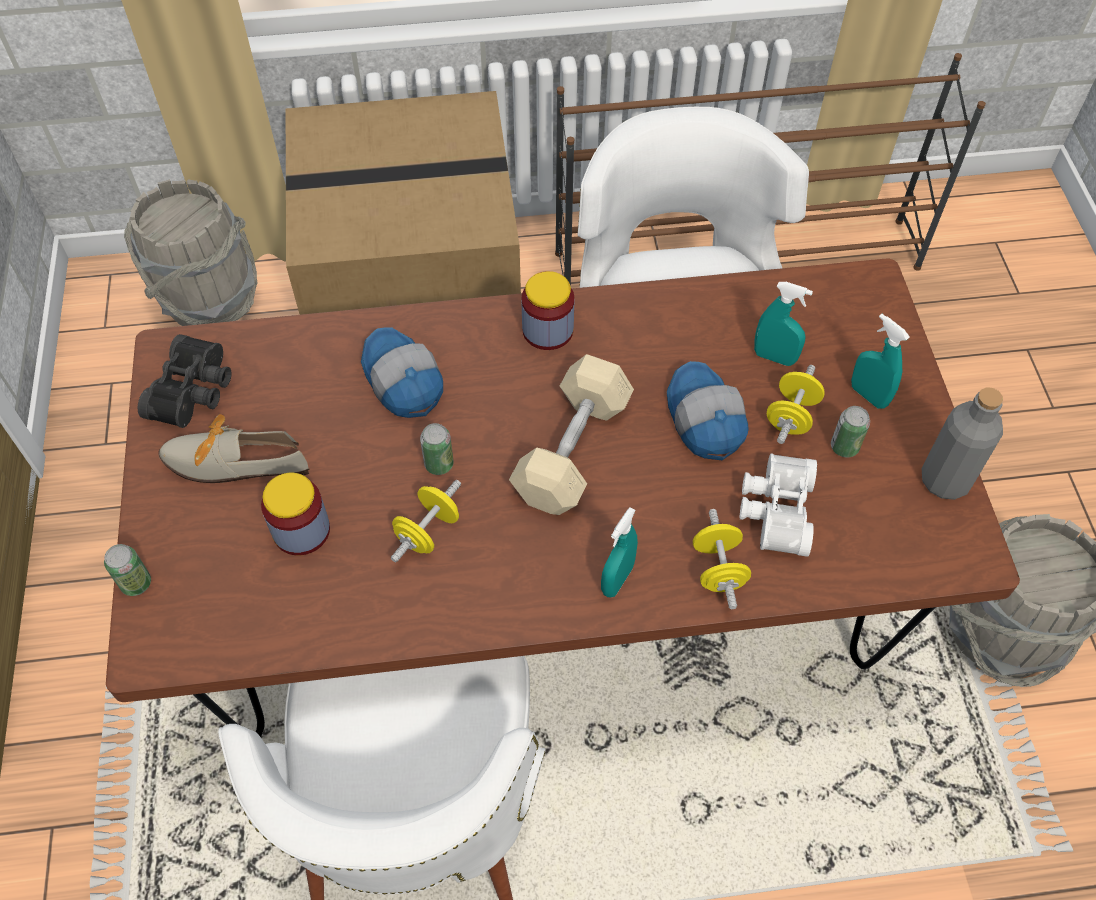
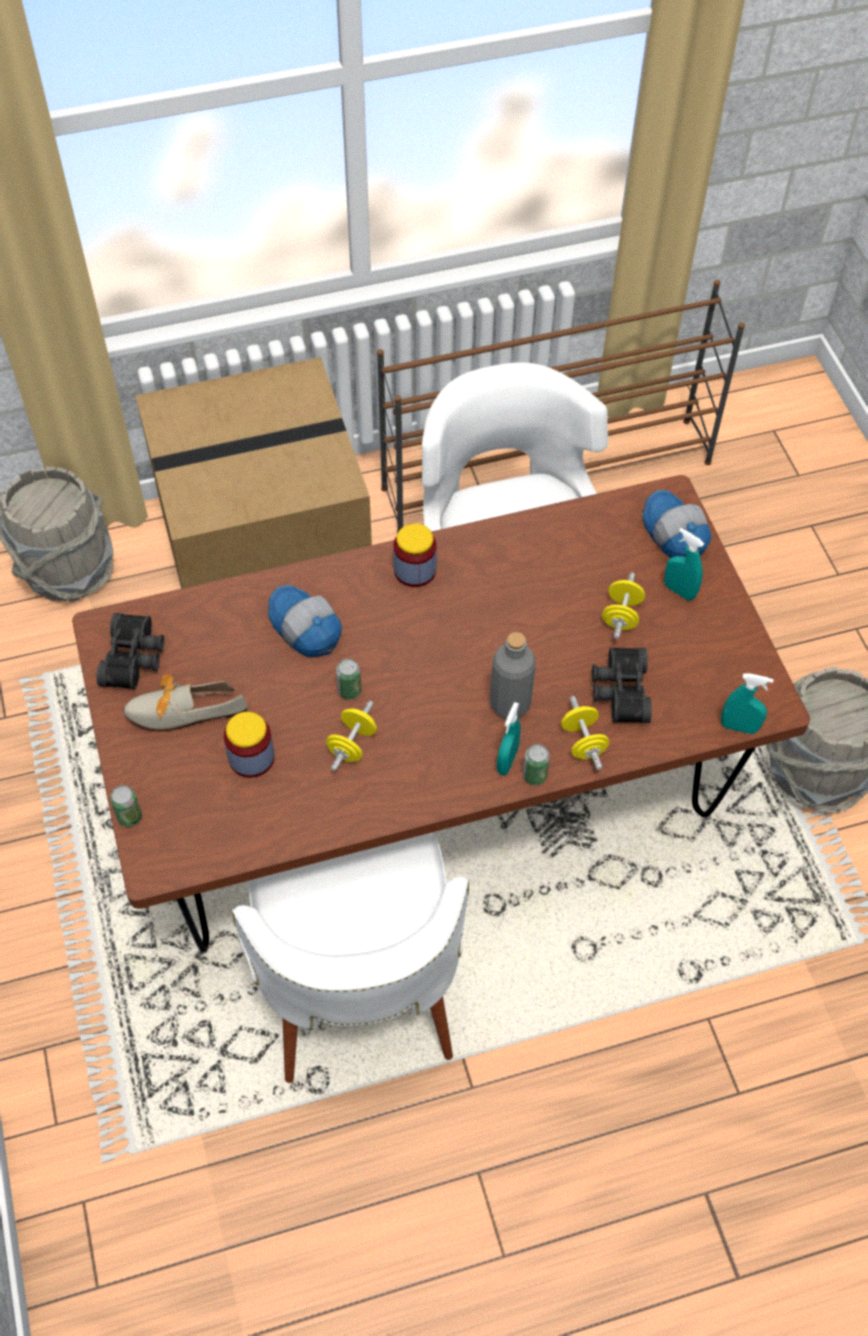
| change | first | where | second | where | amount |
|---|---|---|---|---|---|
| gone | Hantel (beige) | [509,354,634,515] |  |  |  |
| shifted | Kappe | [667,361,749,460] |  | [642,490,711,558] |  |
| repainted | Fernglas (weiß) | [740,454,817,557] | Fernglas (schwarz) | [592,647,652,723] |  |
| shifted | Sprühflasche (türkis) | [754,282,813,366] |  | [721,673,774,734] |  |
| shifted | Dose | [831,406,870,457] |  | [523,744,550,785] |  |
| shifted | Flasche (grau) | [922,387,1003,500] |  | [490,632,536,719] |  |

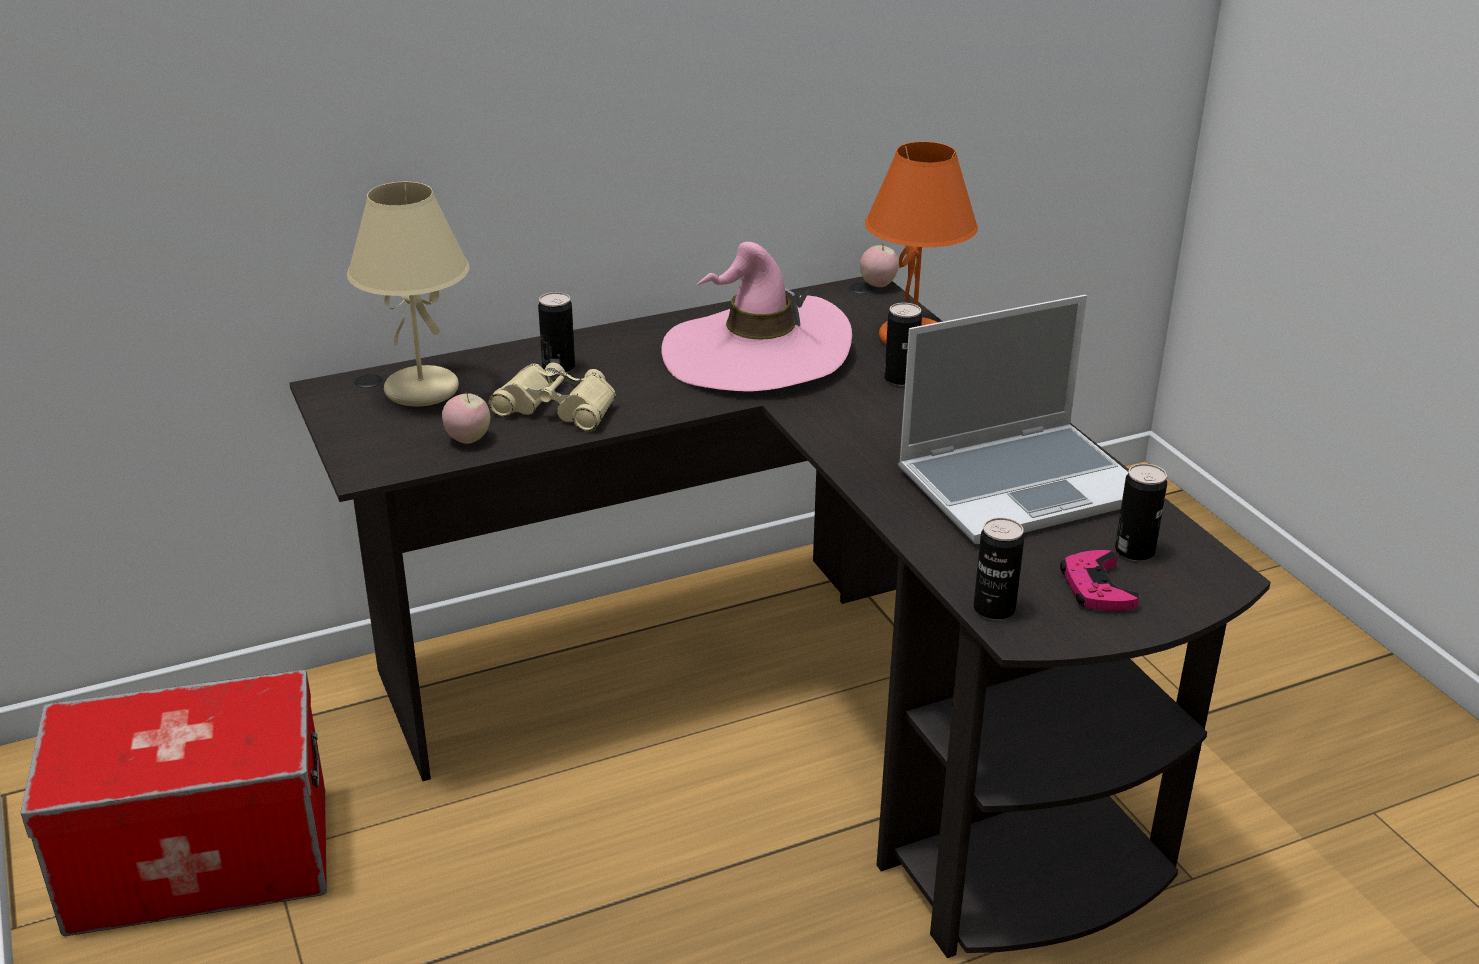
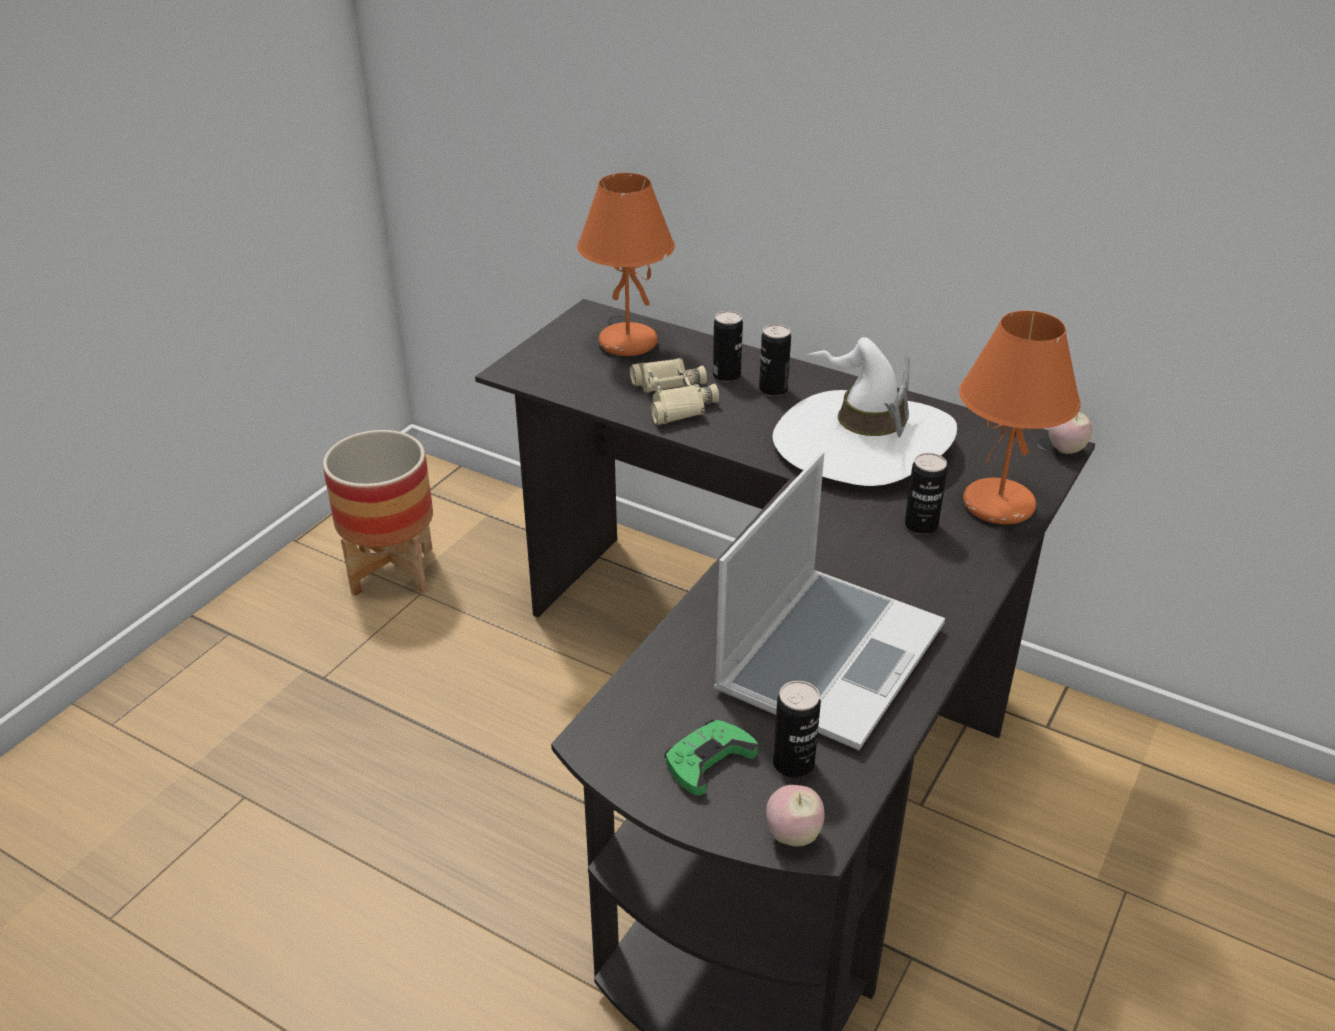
| change | first | where | second | where | amount |
|---|---|---|---|---|---|
| swapped | Aufbewahrungsbox | [20,670,327,936] | Pflanzkübel | [323,430,433,596] |  |
| repainted | Tischlampe (beige) | [347,182,470,407] | Tischlampe (orange) | [577,173,675,356] |  |
| shifted | Apfel | [442,392,490,444] |  | [766,785,824,846] |  |
| repainted | Hut (rosa) | [661,242,852,392] | Hut (weiß) | [773,337,957,486] |  |
| rotated | Laptop | [898,295,1128,544] |  | [714,452,945,750] | 90 degrees counterclockwise |
| shifted | Dose | [974,518,1024,620] |  | [759,324,791,396] |  |
| repainted | Gamepad (rosa) | [1060,550,1139,611] | Gamepad (grün) | [664,720,758,795] |  |

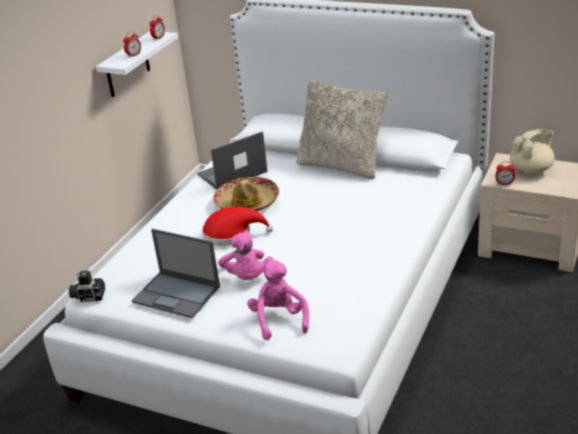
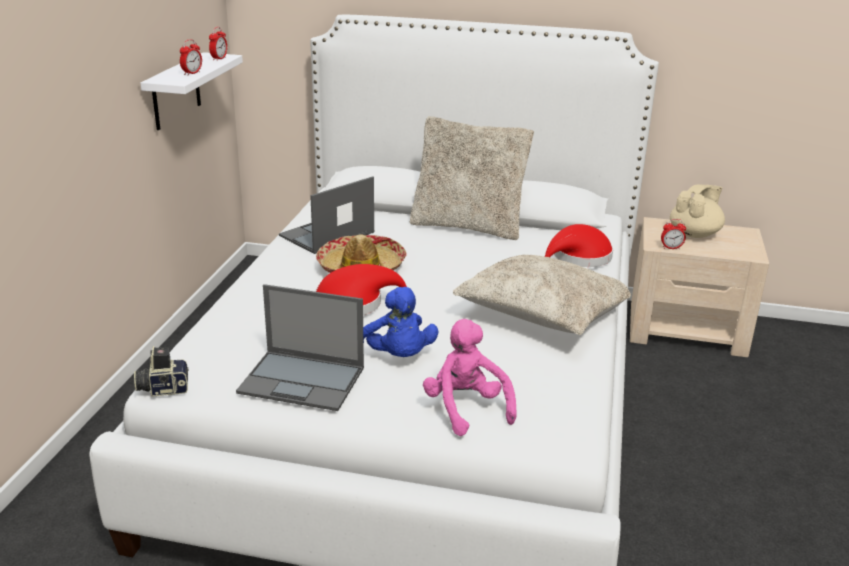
| change | first | where | second | where | amount |
|---|---|---|---|---|---|
| repainted | Plüschtier (rosa) | [218,232,274,280] | Plüschtier (blau) | [363,287,439,357] |  |
| new |  |  | Kissen (beige) | [453,254,631,335] |  |
| new |  |  | Hut (rot) | [545,224,613,267] |  |

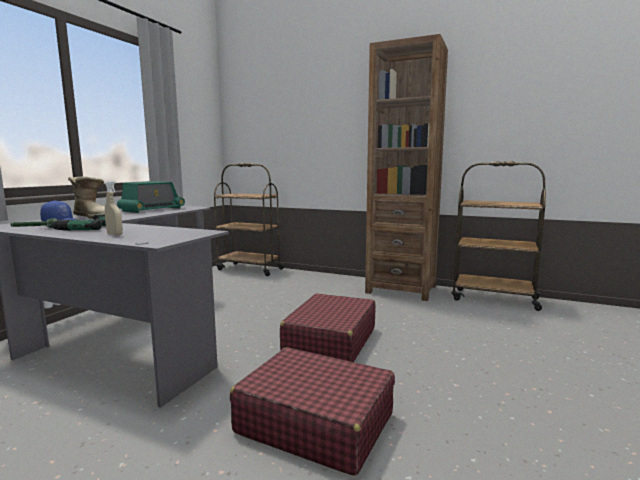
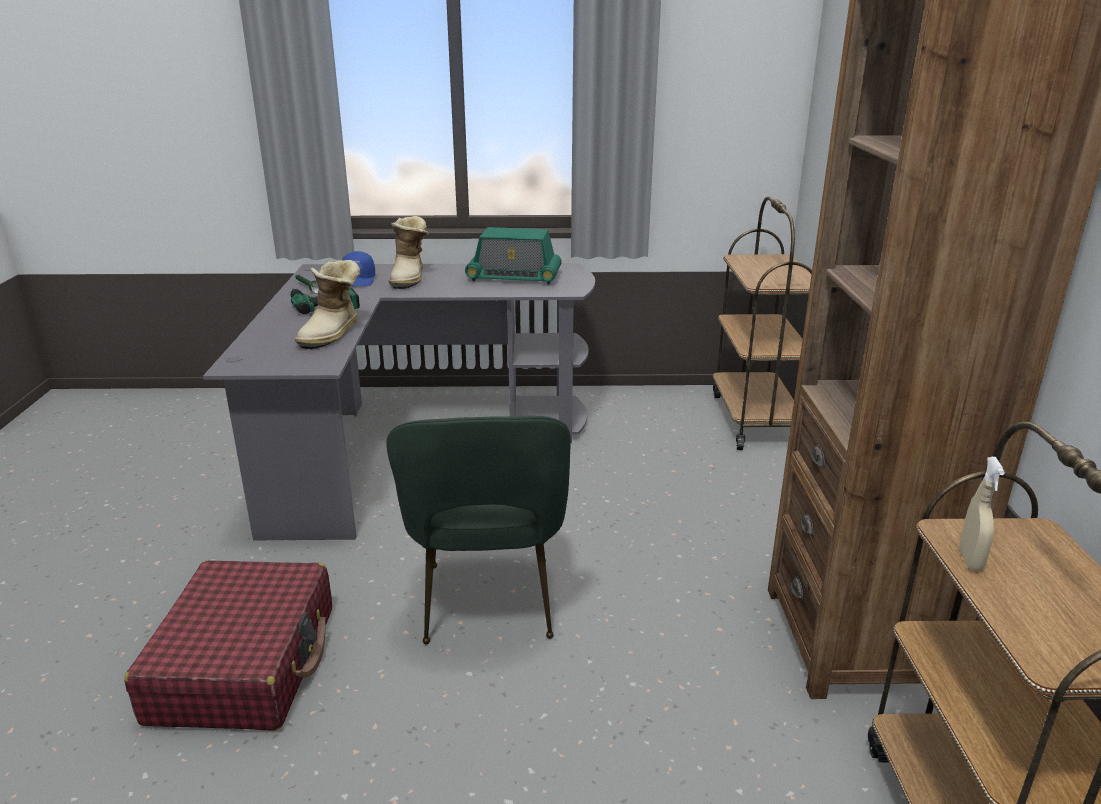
| change | first | where | second | where | amount |
|---|---|---|---|---|---|
| shifted | Sprühflasche (beige) | [105,181,123,236] |  | [959,457,1005,571] |  |
| swapped | Koffer (rot) | [280,293,376,362] | Stuhl (grün) | [386,416,571,645] |  |
| new |  |  | Stiefel | [295,260,360,349] |  |

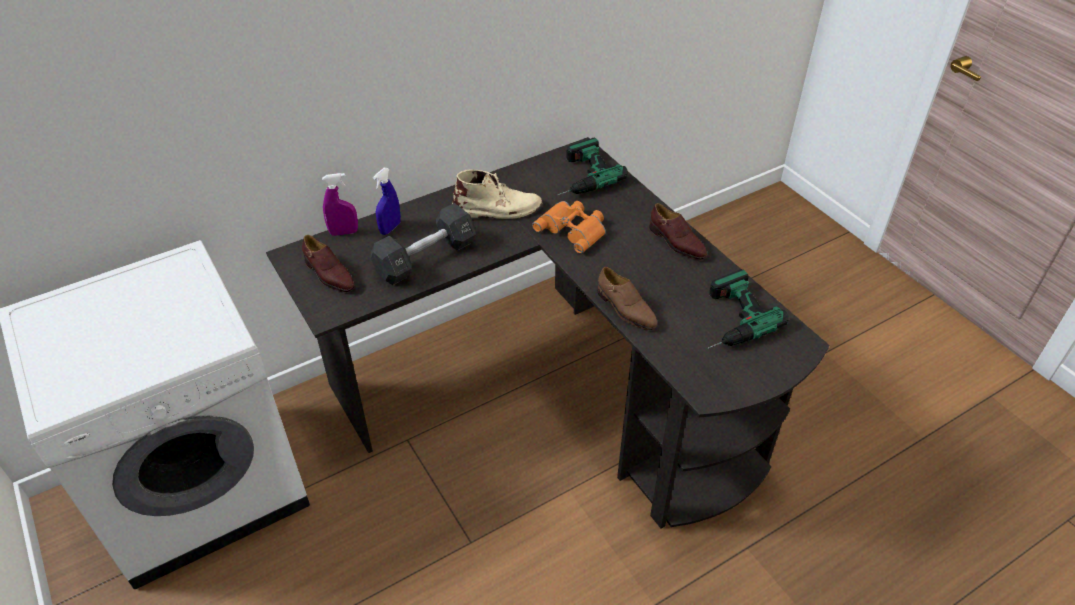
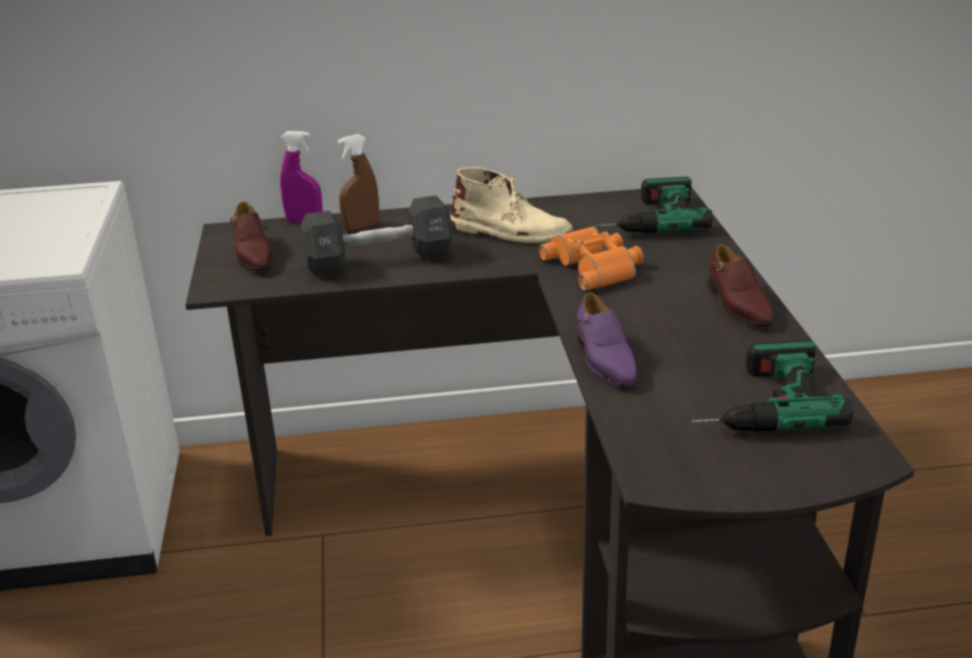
| change | first | where | second | where | amount |
|---|---|---|---|---|---|
| repainted | Sprühflasche (blau) | [373,168,401,235] | Sprühflasche (braun) | [338,134,379,231] |  |
| repainted | Schuh (braun) | [598,267,658,330] | Schuh (lila) | [577,293,637,387] |  |

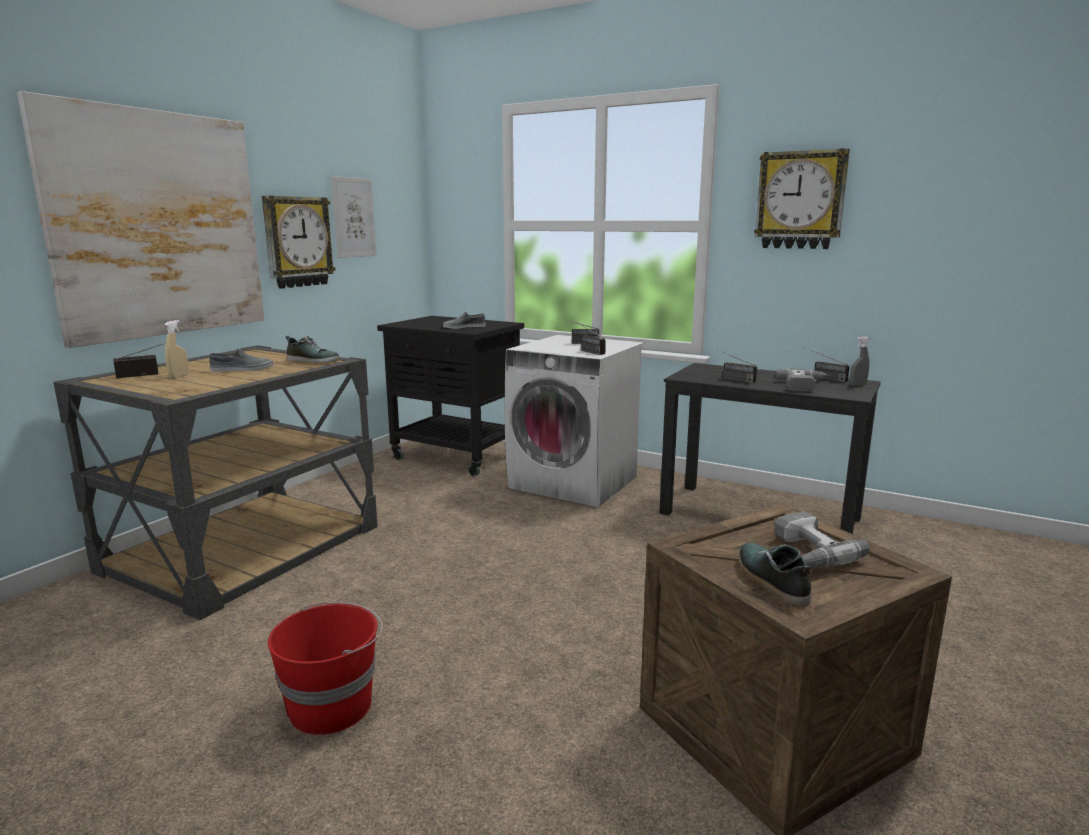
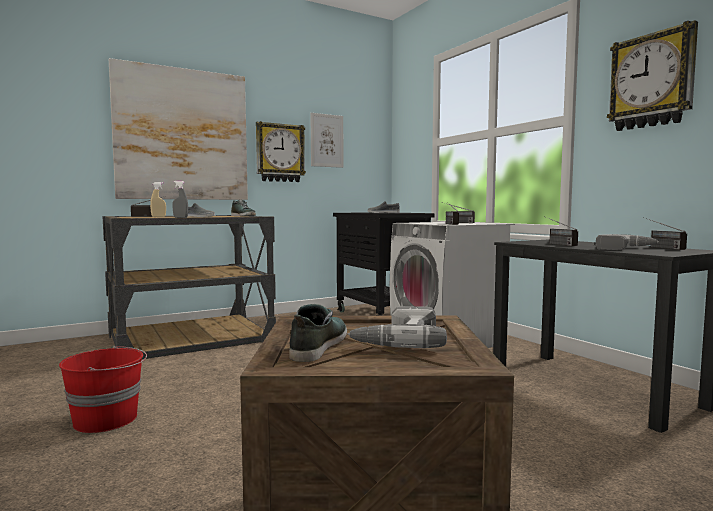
| change | first | where | second | where | amount |
|---|---|---|---|---|---|
| shifted | Sprühflasche (grau) | [850,337,869,386] |  | [172,181,188,218] |  |

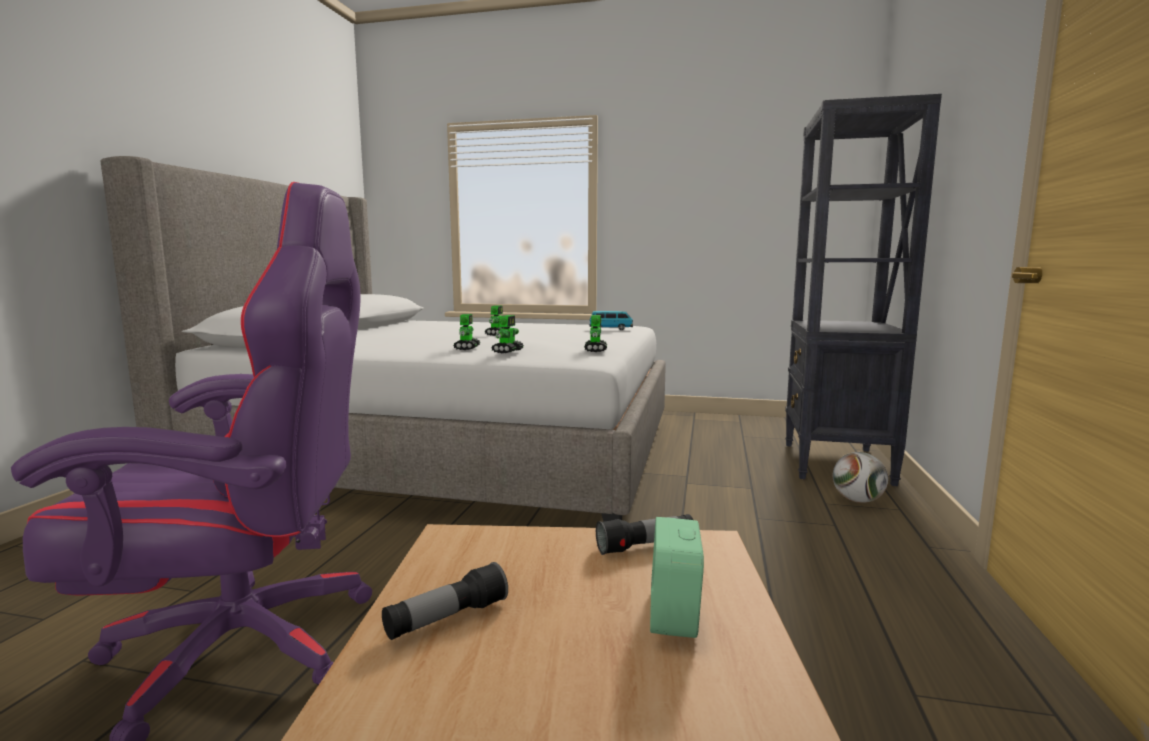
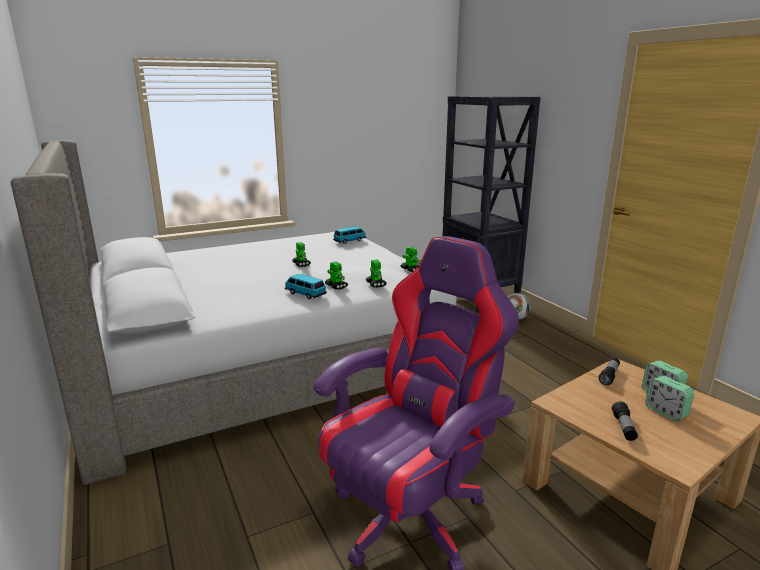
| change | first | where | second | where | amount |
|---|---|---|---|---|---|
| new |  |  | Spielzeugauto | [285,274,327,299] |  |
| new |  |  | Wecker | [645,375,694,421] |  |

